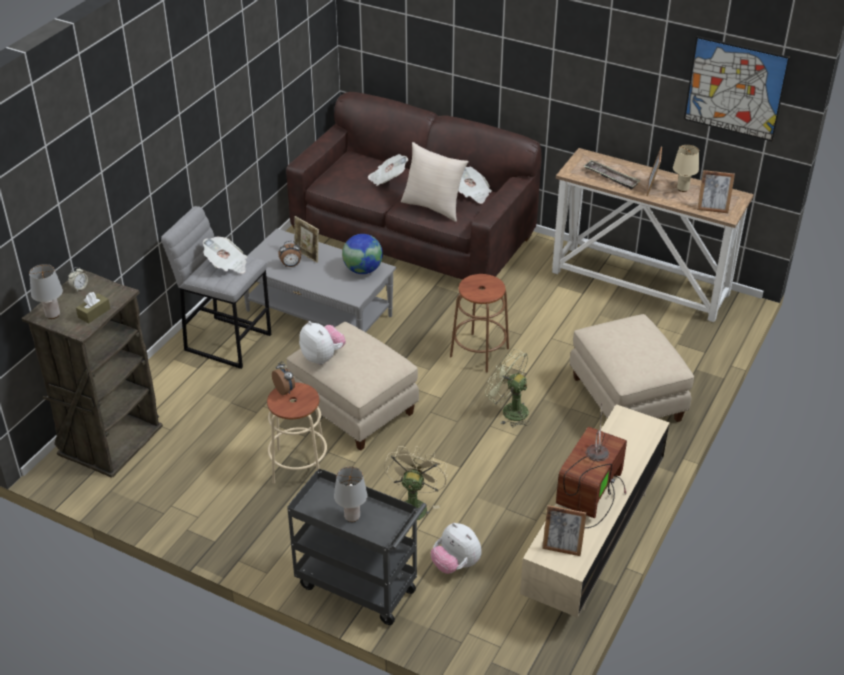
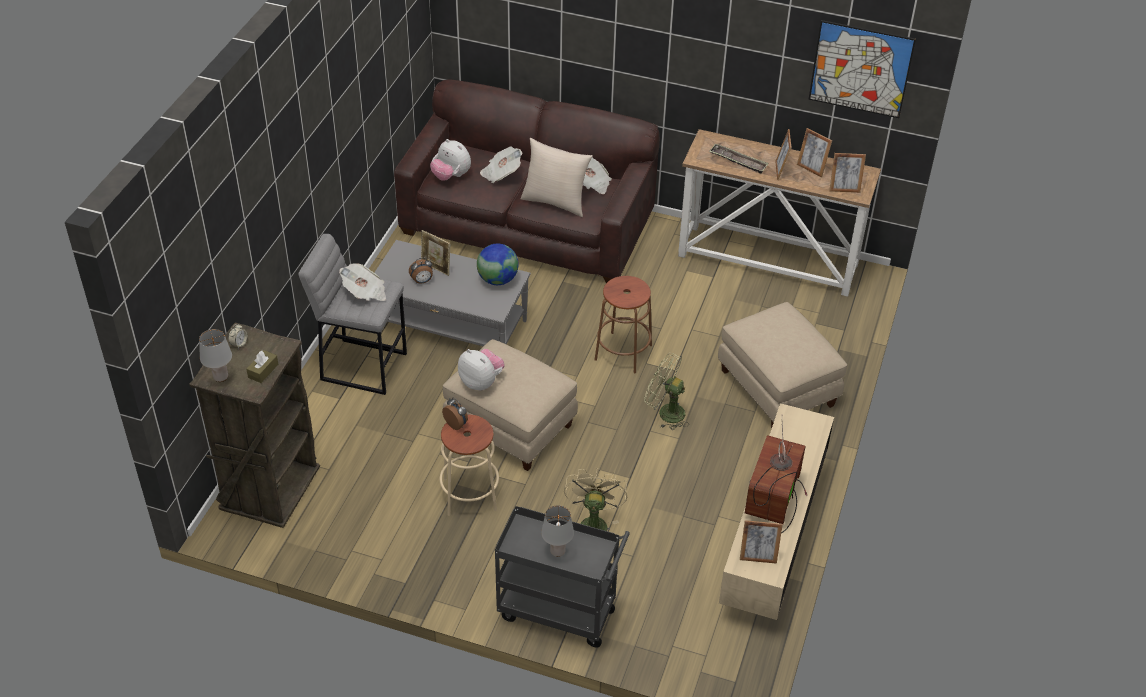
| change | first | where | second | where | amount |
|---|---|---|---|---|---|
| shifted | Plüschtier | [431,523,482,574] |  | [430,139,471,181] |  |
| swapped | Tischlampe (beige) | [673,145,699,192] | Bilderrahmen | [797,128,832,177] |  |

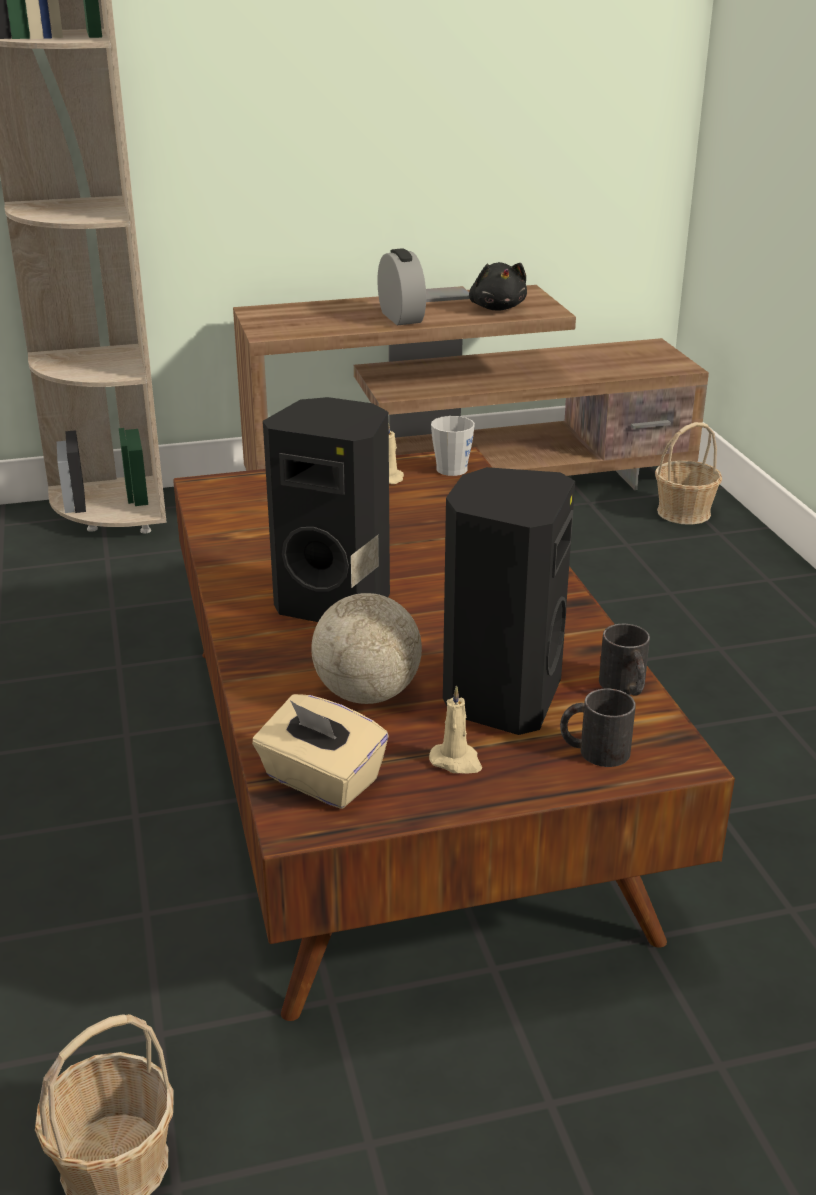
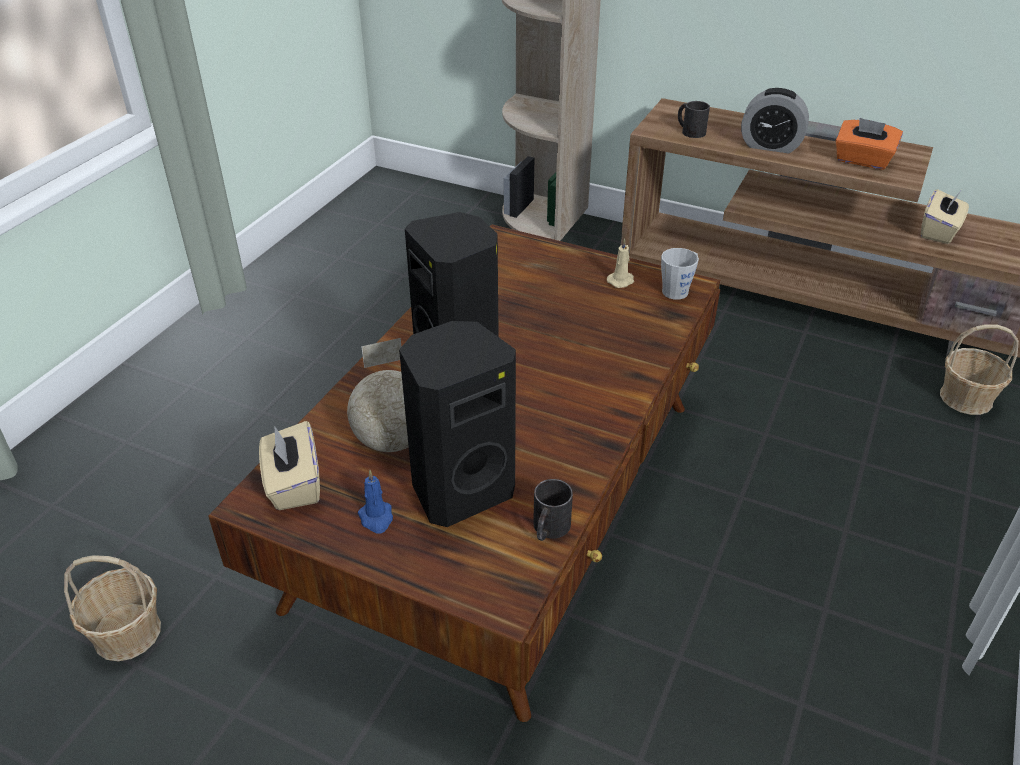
| change | first | where | second | where | amount |
|---|---|---|---|---|---|
| rotated | Wecker | [377,248,426,325] |  | [741,88,809,153] | 90 degrees clockwise |
| repainted | Kerze (beige) | [429,685,482,774] | Kerze (blau) | [358,470,393,534] |  |
| swapped | Plüschtier (schwarz) | [469,262,527,311] | Taschentuchbox (orange) | [836,118,903,170] |  |
| shifted | Henkelbecher (schwarz) | [560,689,636,767] |  | [678,101,710,138] |  |
| new |  |  | Taschentuchbox (beige) | [921,189,969,244] |  |

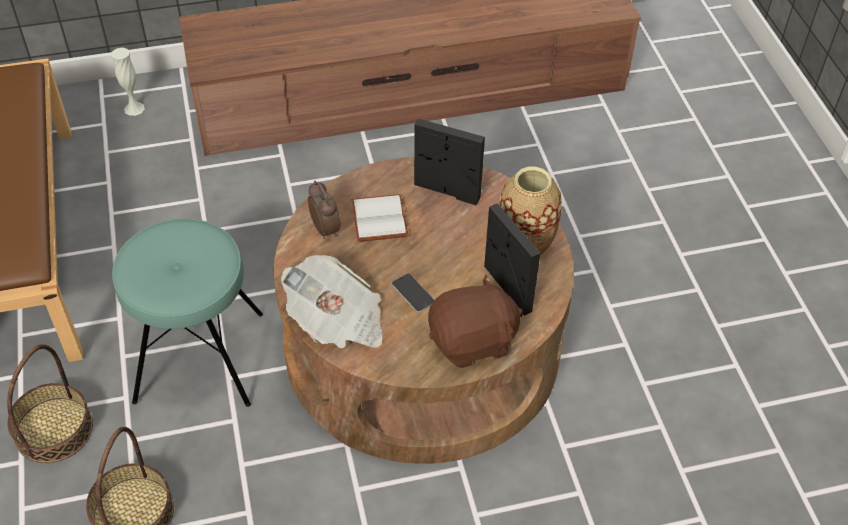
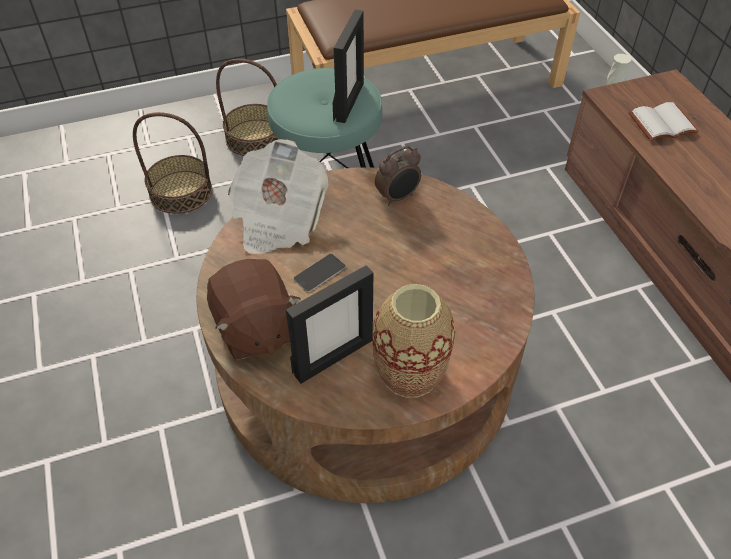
| change | first | where | second | where | amount |
|---|---|---|---|---|---|
| shifted | Buch (weiß) | [352,194,408,242] |  | [629,102,699,141] |  |
| shifted | Bilderrahmen | [414,118,485,206] |  | [333,10,364,123] |  |

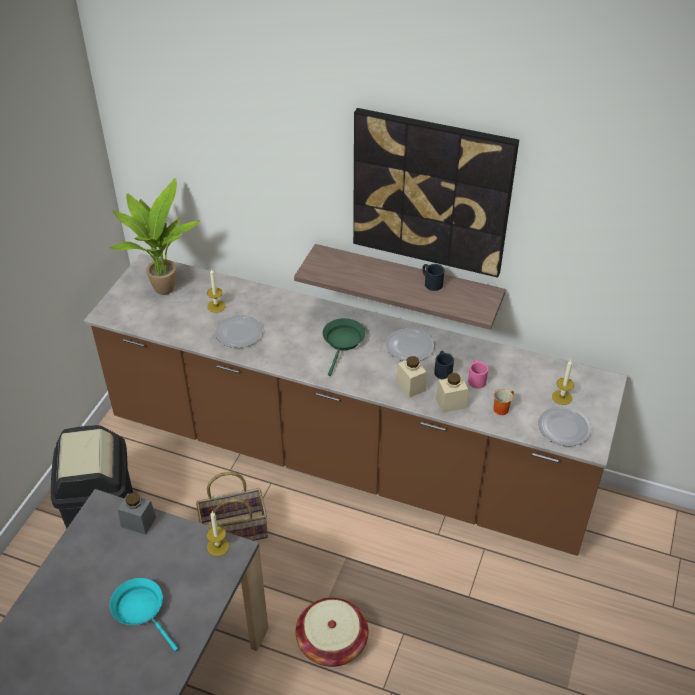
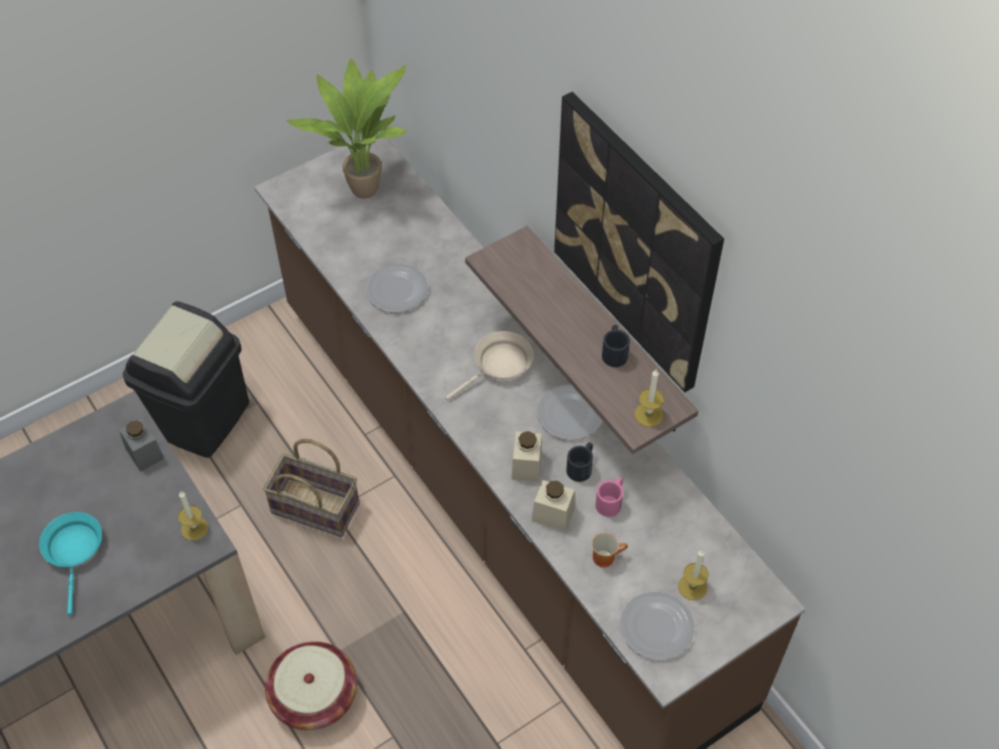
| change | first | where | second | where | amount |
|---|---|---|---|---|---|
| shifted | Kerze | [207,268,226,313] |  | [634,370,664,427] |  |
| repainted | Pfanne (grün) | [323,318,365,376] | Pfanne (beige) | [445,331,533,401] |  |

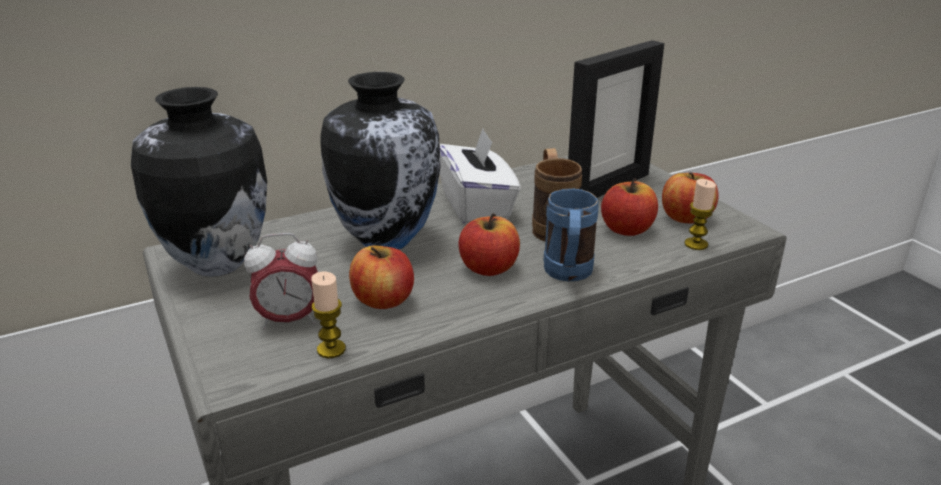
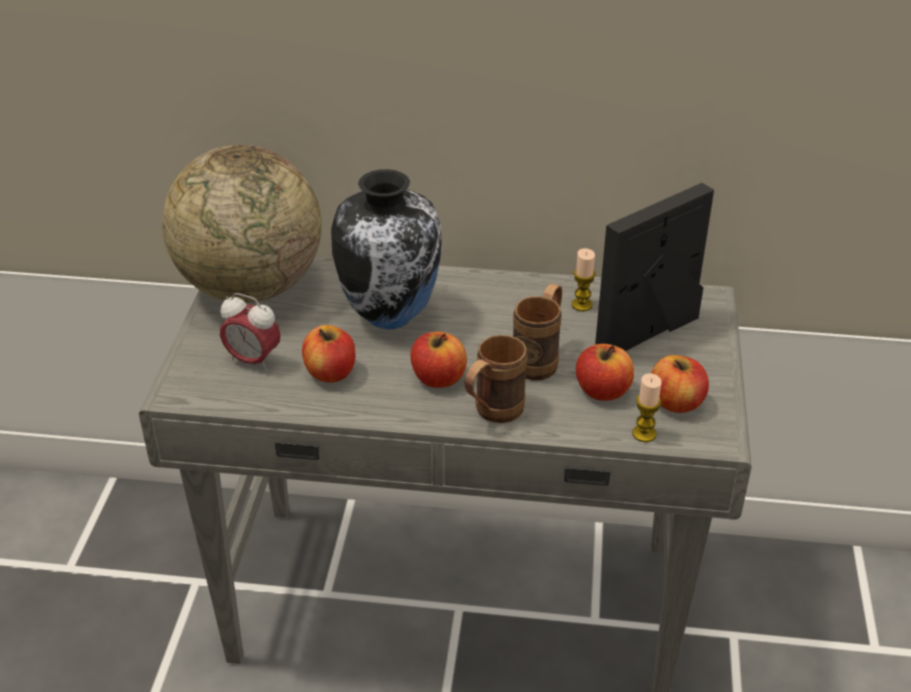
| change | first | where | second | where | amount |
|---|---|---|---|---|---|
| swapped | Vase | [131,87,267,277] | Globus | [162,145,322,303] |  |
| shifted | Kerze | [311,272,346,358] |  | [572,248,596,311] |  |
| gone | Taschentuchbox (weiß) | [439,129,521,225] |  |  |  |
| repainted | Henkelbecher (blau) | [544,188,599,282] | Henkelbecher (braun) | [464,335,528,423] |  |
| rotated | Bilderrahmen | [568,40,664,198] |  | [595,183,714,351] | 150 degrees clockwise |

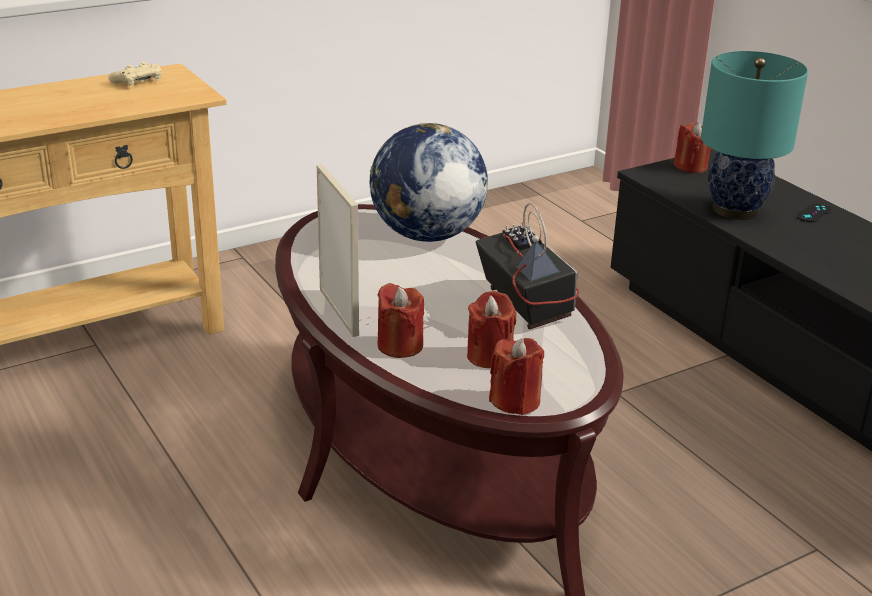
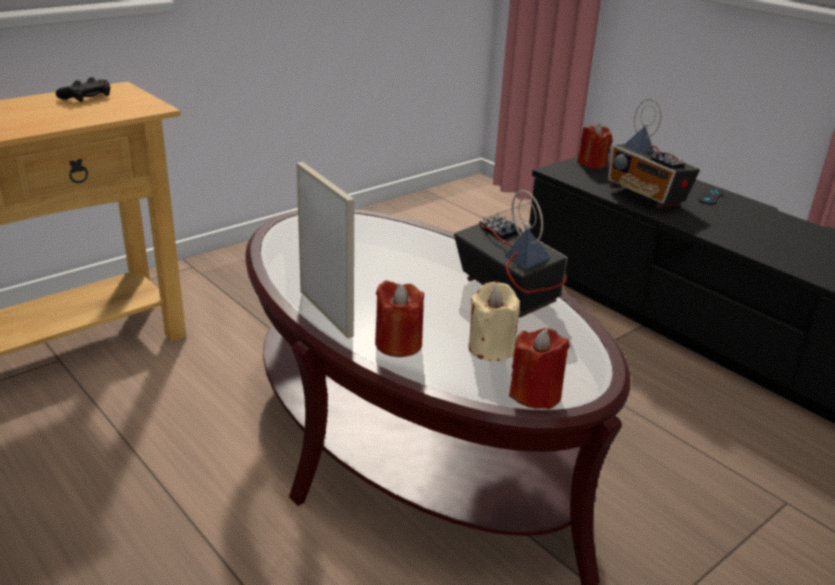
| change | first | where | second | where | amount |
|---|---|---|---|---|---|
| repainted | Gamepad (beige) | [108,61,161,87] | Gamepad (schwarz) | [56,77,110,102] |  |
| gone | Globus | [370,123,488,242] |  |  |  |
| repainted | Kerze (rot) | [467,291,516,368] | Kerze (beige) | [469,281,520,361] |  |
| swapped | Tischlampe (türkis) | [701,51,808,220] | Radio | [608,99,700,209] |  |

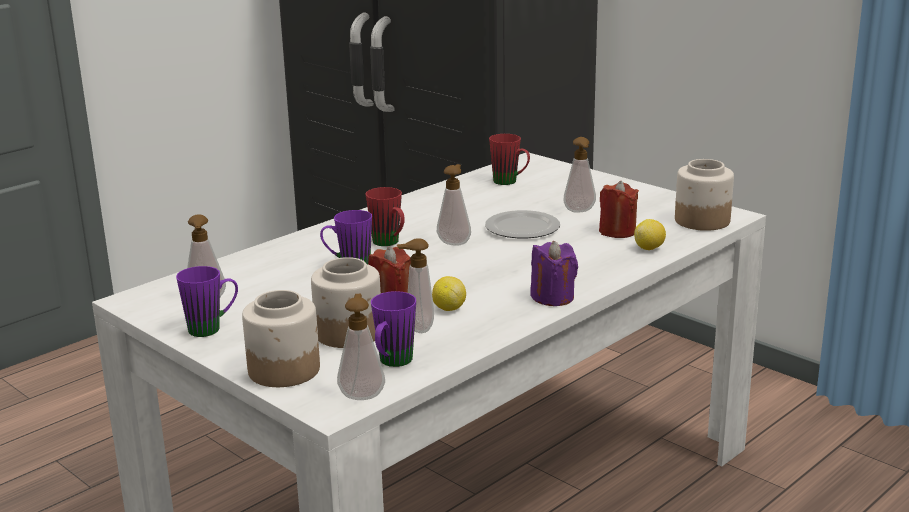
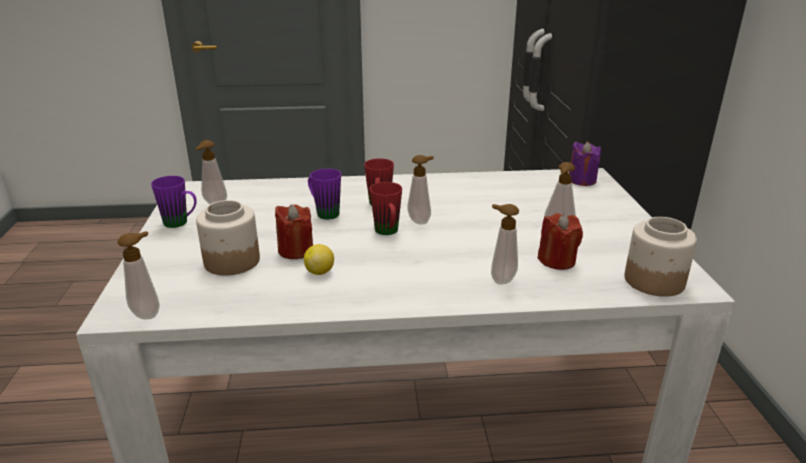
| change | first | where | second | where | amount |
|---|---|---|---|---|---|
| gone | Vorratsglas | [242,290,320,387] |  |  |  |
| gone | Henkelbecher (lila) | [371,291,416,367] |  |  |  |
| shifted | Seifenspender | [397,238,434,333] |  | [491,204,519,285] |  |
| gone | Teller | [485,210,560,238] |  |  |  |
| shifted | Henkelbecher (rot) | [489,134,530,185] |  | [370,182,402,235] |  |
| shifted | Kerze (lila) | [530,241,578,306] |  | [569,141,601,186] |  |
| gone | Zitrone | [634,219,666,250] |  |  |  |

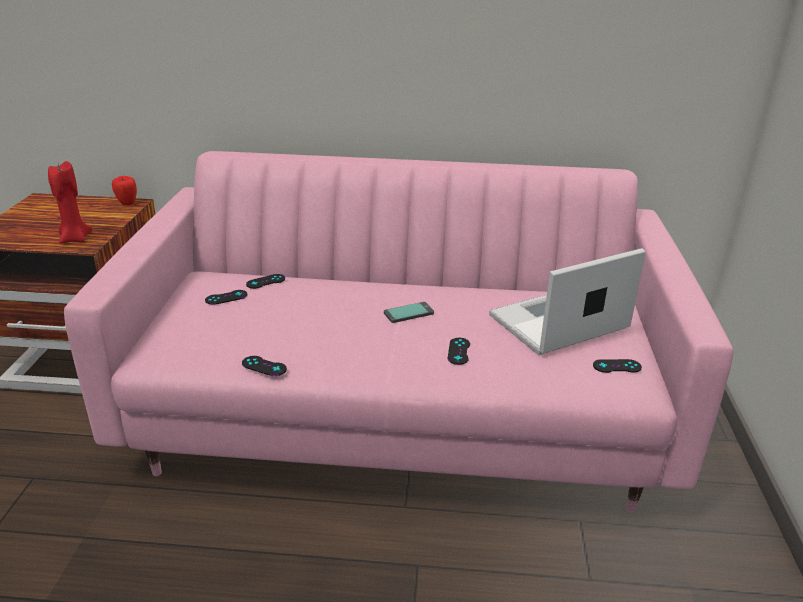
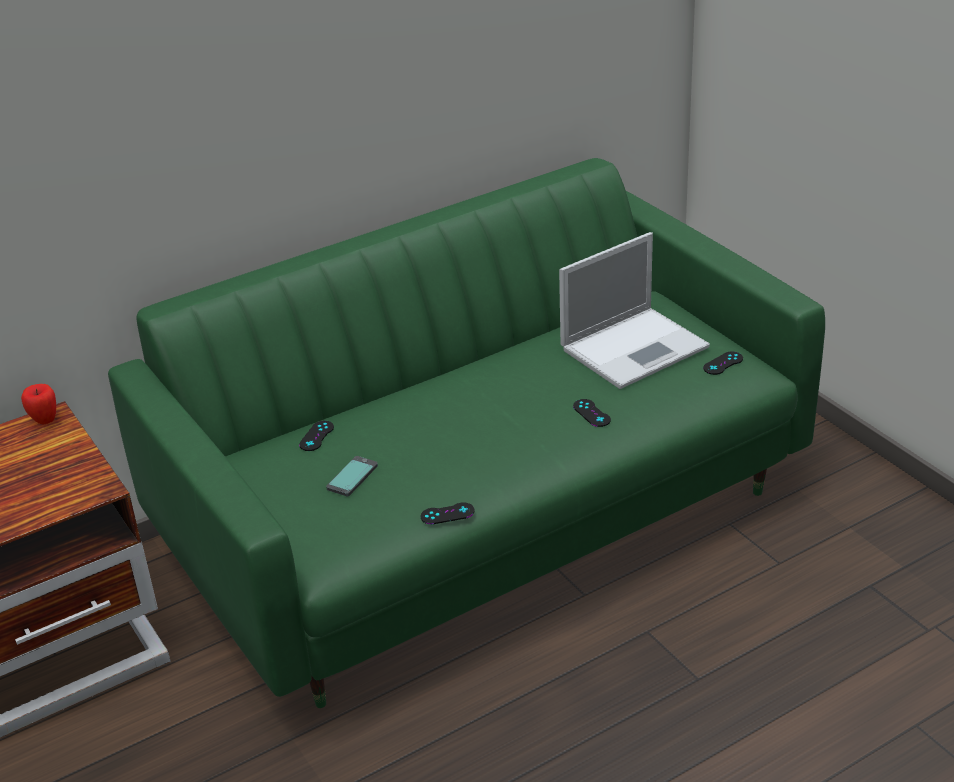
| change | first | where | second | where | amount |
|---|---|---|---|---|---|
| gone | Kerze (rot) | [48,161,92,244] |  |  |  |
| repainted | Sofa (rosa) | [64,151,733,513] | Sofa (grün) | [108,158,825,708] |  |
| gone | Gamepad (schwarz) | [205,290,247,305] |  |  |  |
| shifted | Handy | [384,302,434,323] |  | [326,456,378,496] |  |
| rotated | Laptop | [489,248,646,355] |  | [559,232,710,389] | 150 degrees counterclockwise |

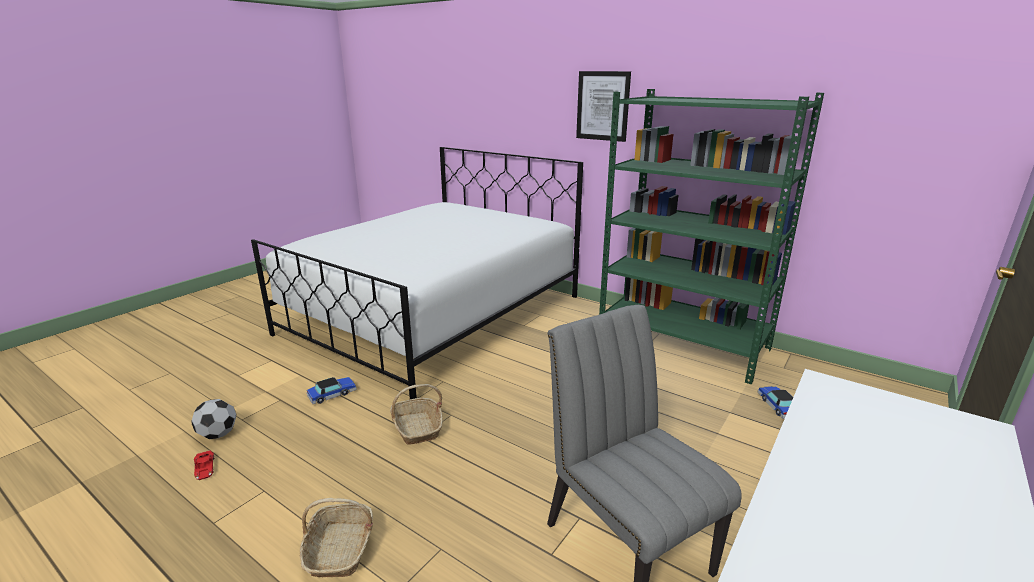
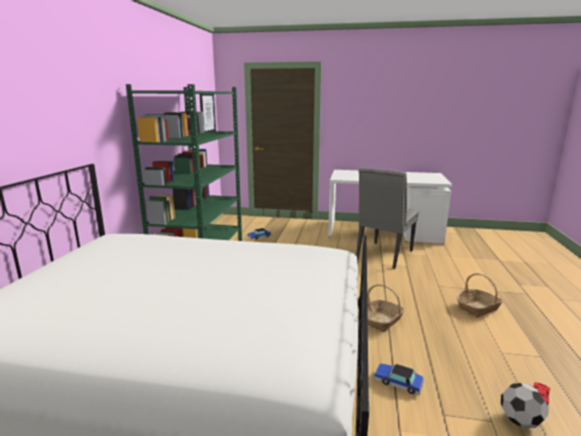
| change | first | where | second | where | amount |
|---|---|---|---|---|---|
| shifted | Bild | [576,71,631,142] |  | [200,94,216,131] |  |

